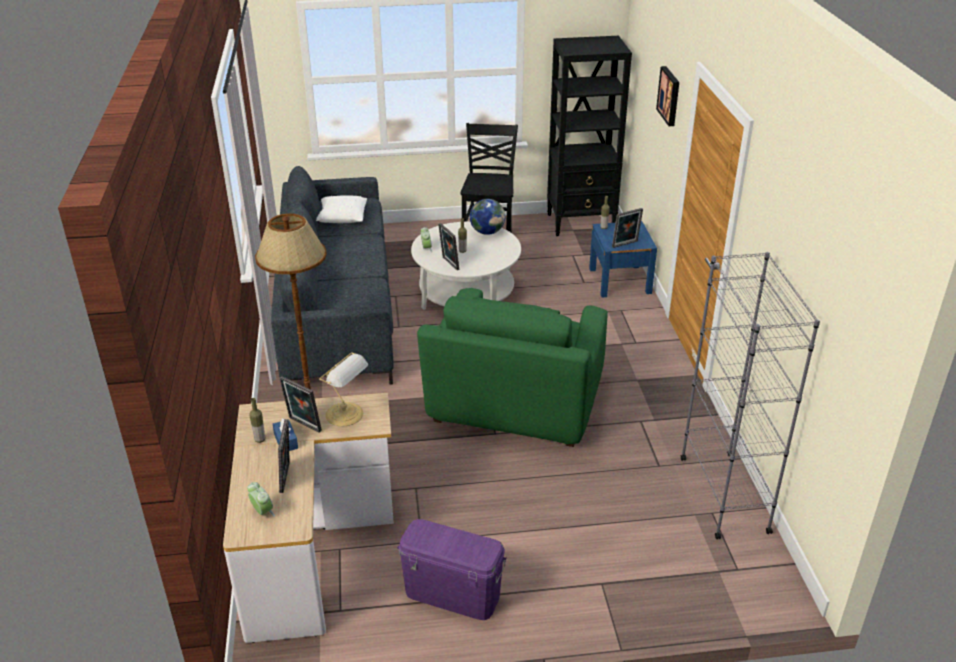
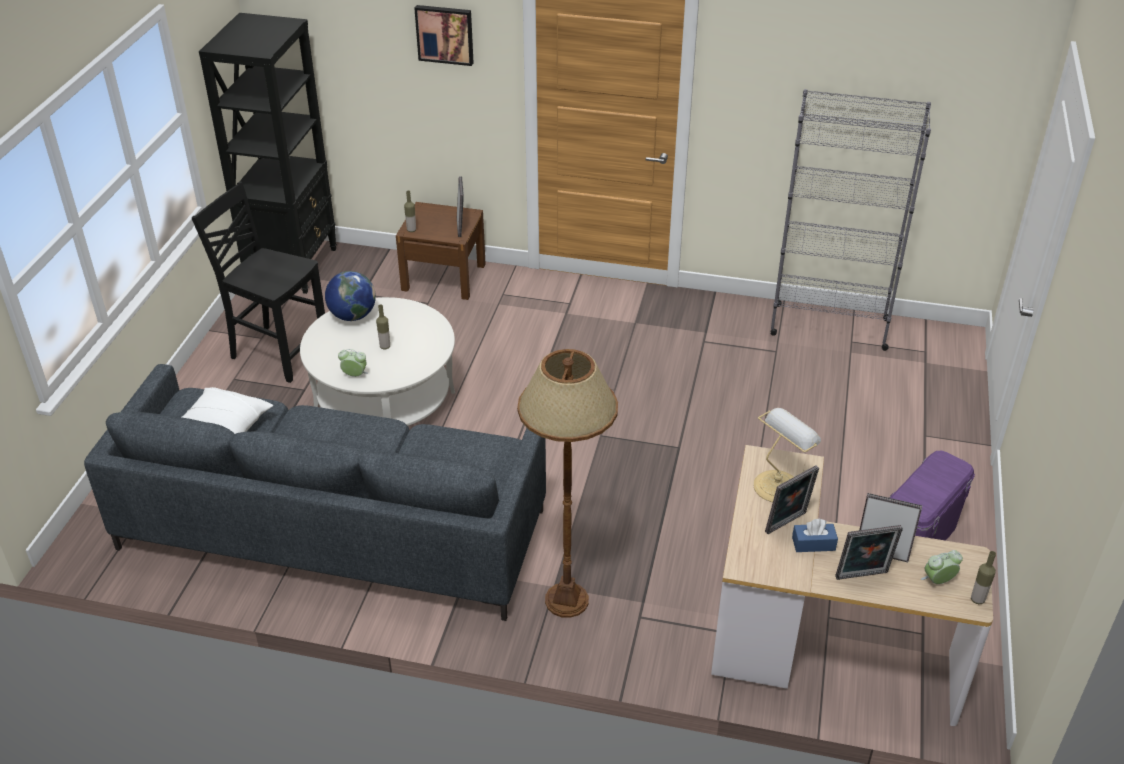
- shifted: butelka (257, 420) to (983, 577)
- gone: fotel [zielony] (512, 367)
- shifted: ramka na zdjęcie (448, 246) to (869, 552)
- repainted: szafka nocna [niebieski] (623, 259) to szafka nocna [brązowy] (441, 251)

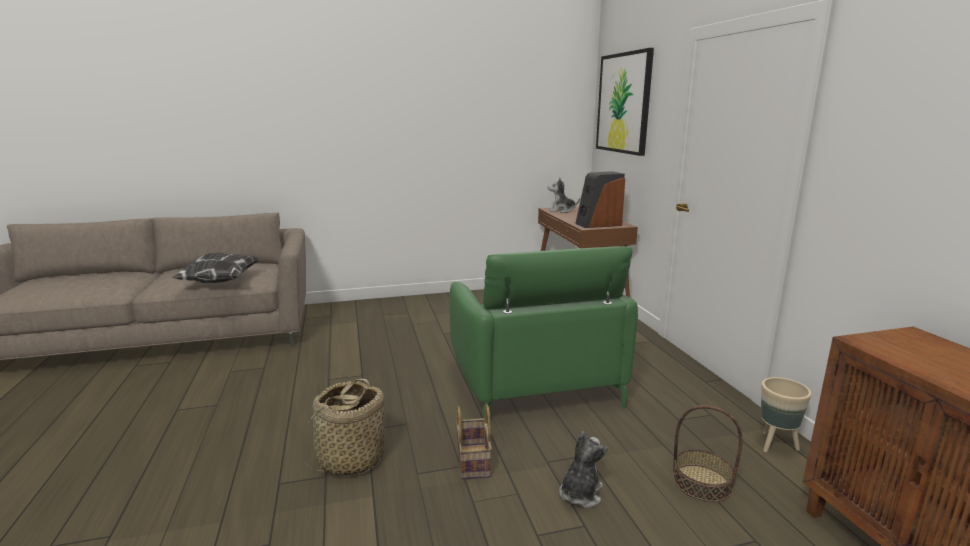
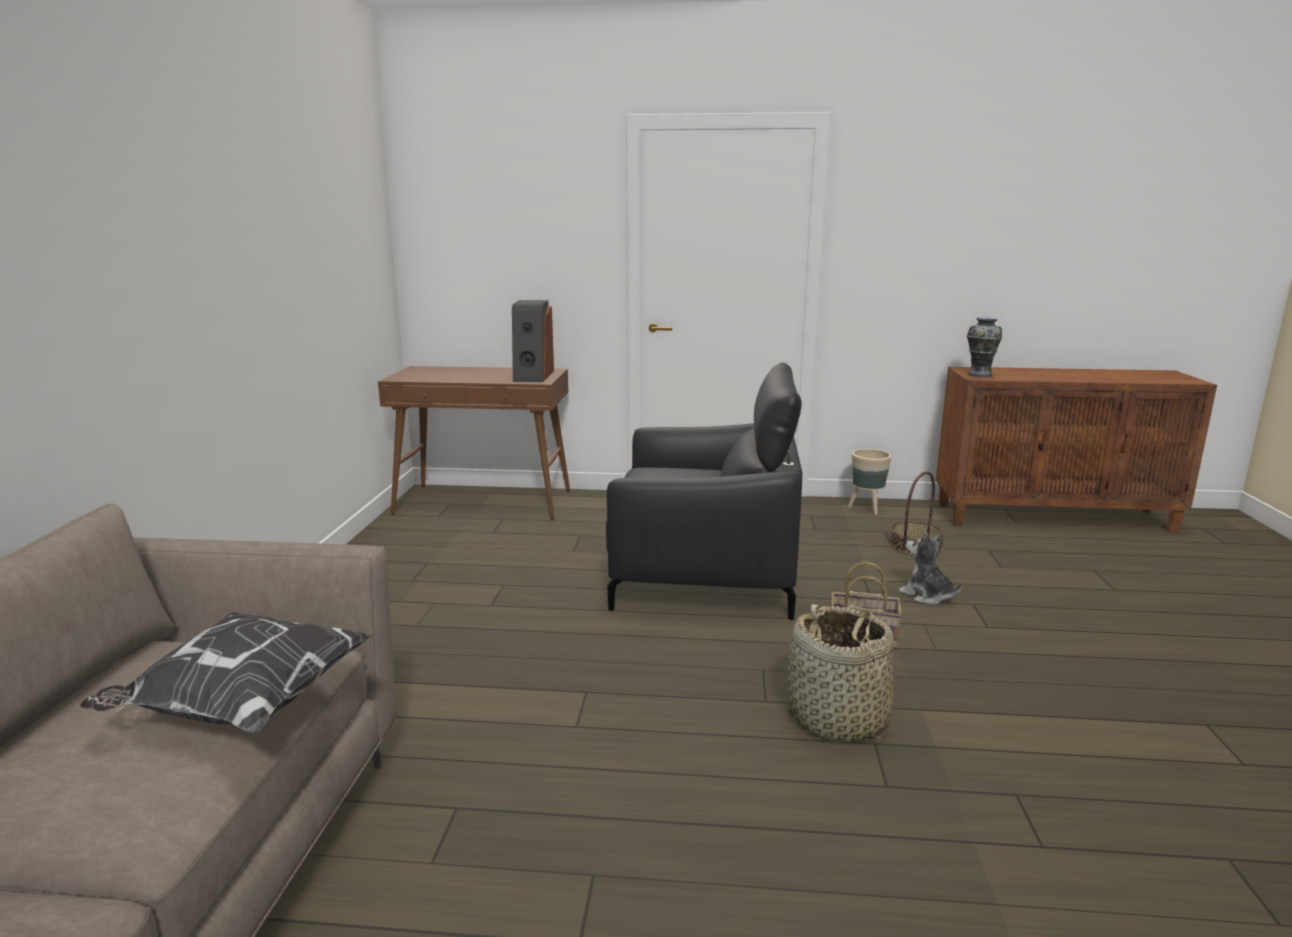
- repainted: fotel [zielony] (543, 334) to fotel [czarny] (704, 491)
- gone: pluszak (564, 195)
- gone: obraz (625, 102)
- new: wazon (984, 347)

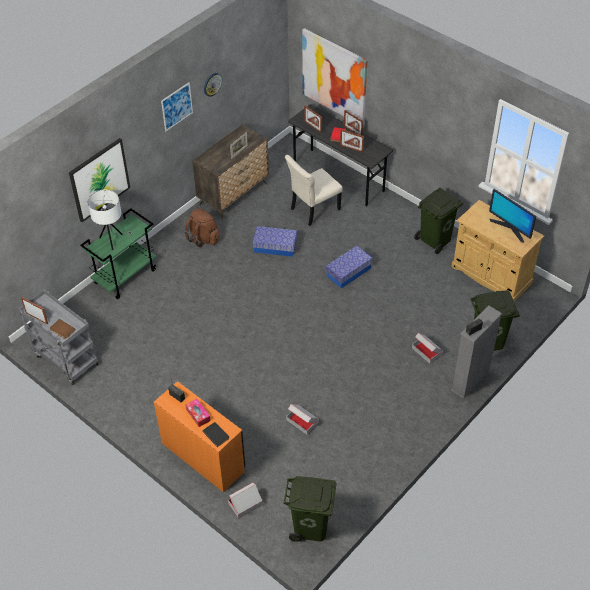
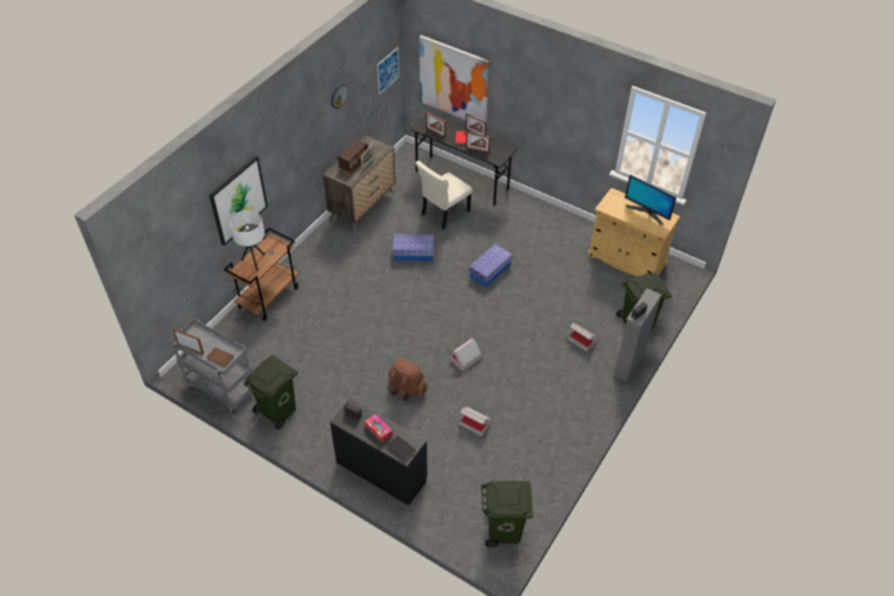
- repainted: wózek [zielony] (118, 253) to wózek [brązowy] (261, 274)
- repainted: biurko [pomarańczowy] (199, 436) to biurko [czarny] (378, 452)
- shifted: obraz (177, 106) to (388, 71)
- shifted: plecak [brązowy] (202, 227) to (407, 379)
- shifted: karton (245, 501) to (466, 355)
- shifted: kosz na śmieci [zielony] (438, 221) to (270, 392)
- new: radio (353, 155)

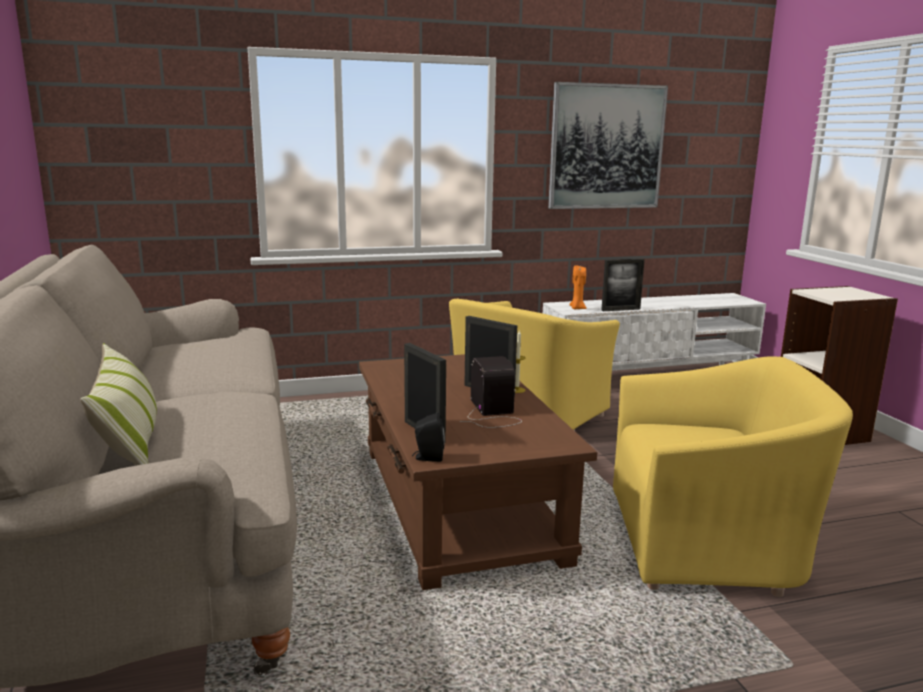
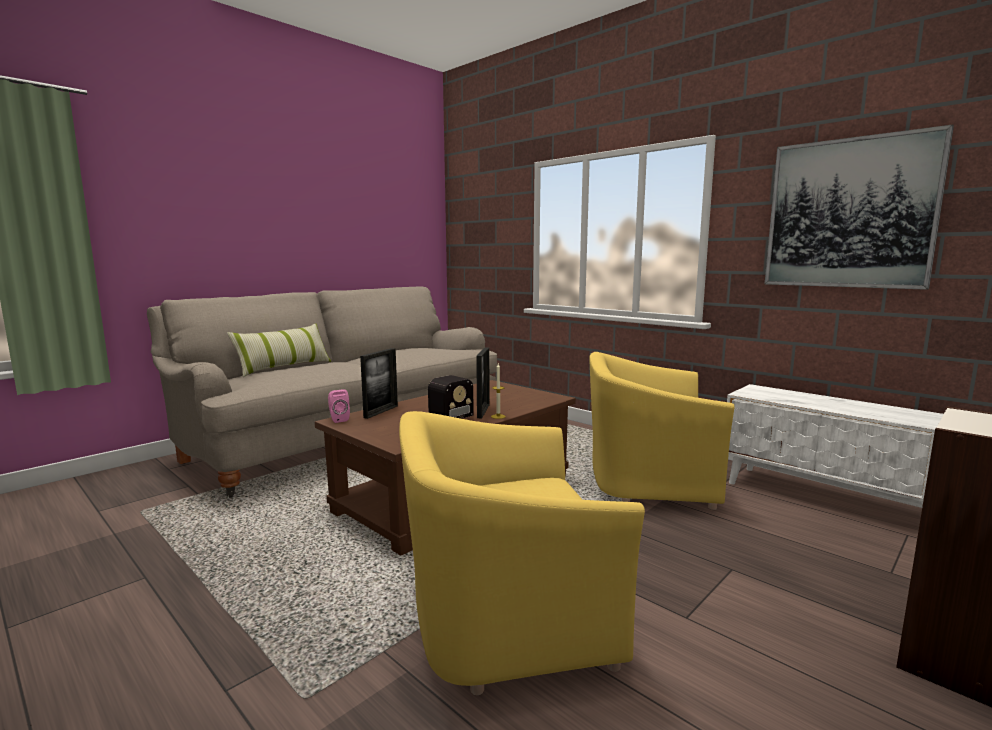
- repainted: głośnik [czarny] (428, 437) to głośnik [różowy] (339, 406)
- gone: świeca [pomarańczowy] (578, 287)
- gone: ramka na zdjęcie (623, 285)
- rotated: fotel [żółty] (733, 476) = (522, 553) 105 degrees clockwise

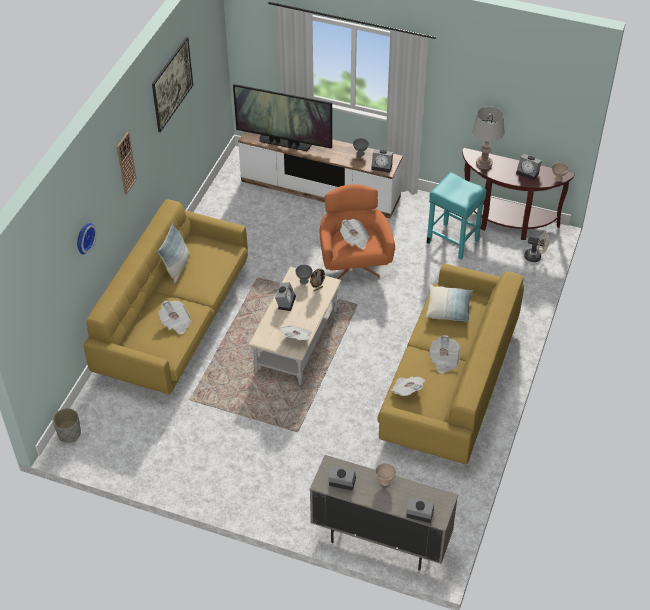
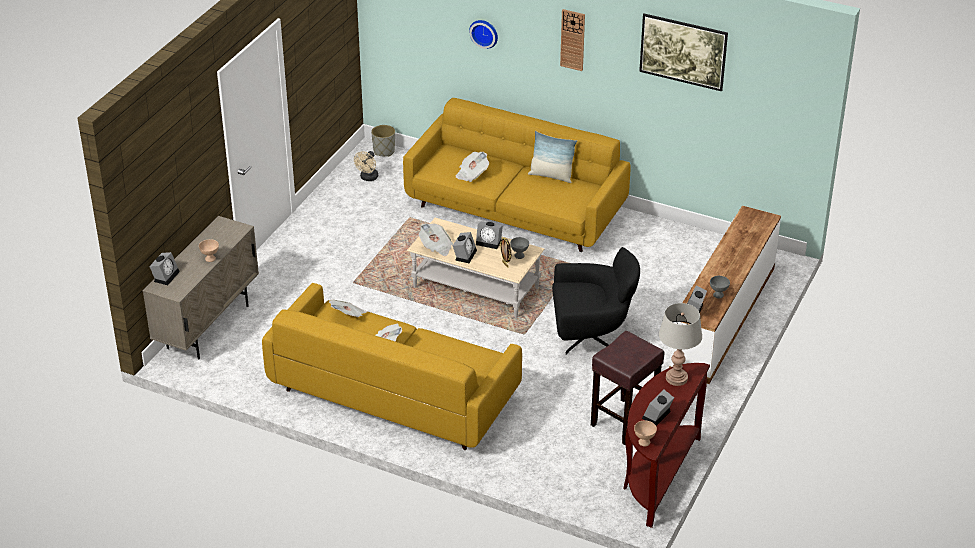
- gone: telewizor (282, 117)
- repainted: fotel [pomarańczowy] (357, 231) to fotel [czarny] (596, 300)
- shifted: budzik (342, 477) to (465, 247)
- gone: gazeta (355, 234)
- gone: poduszka (449, 303)
- repainted: stołek [turkusowy] (457, 216) to stołek [brązowy] (628, 388)
- shifted: wentylator [beżowy] (536, 247) to (366, 166)

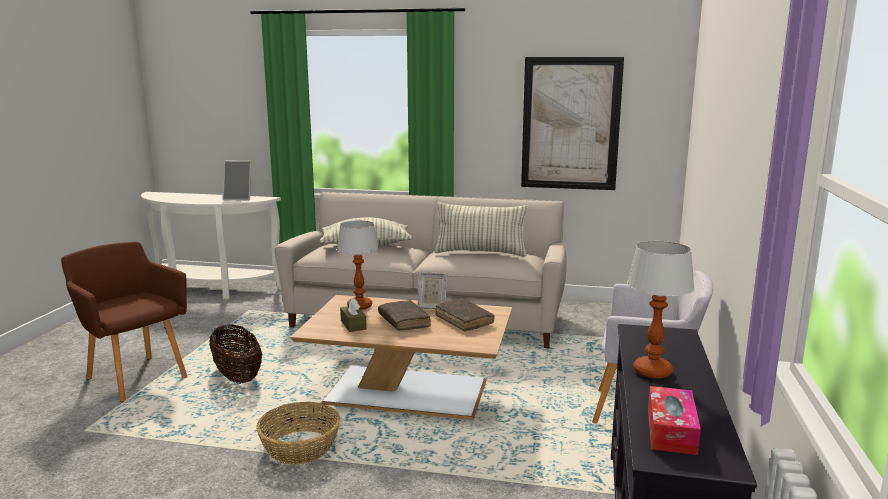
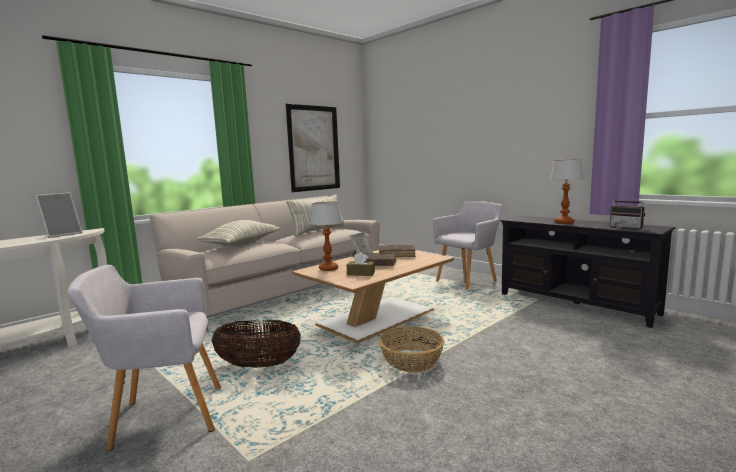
- repainted: fotel [brązowy] (124, 322) to fotel [szary] (144, 358)
- swapped: pudełko chusteczek (674, 420) to radio (627, 211)

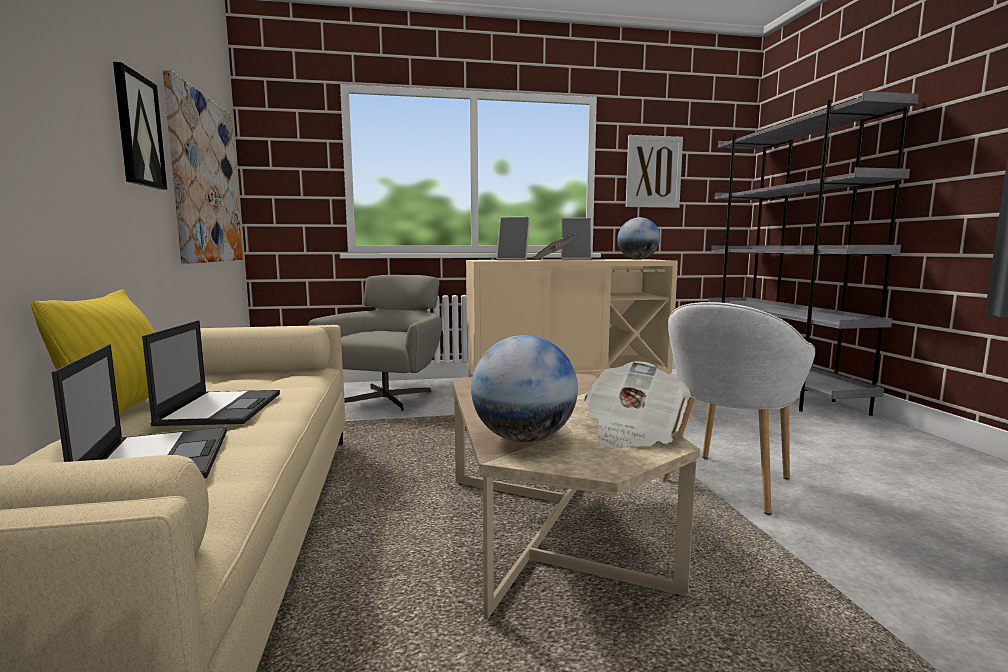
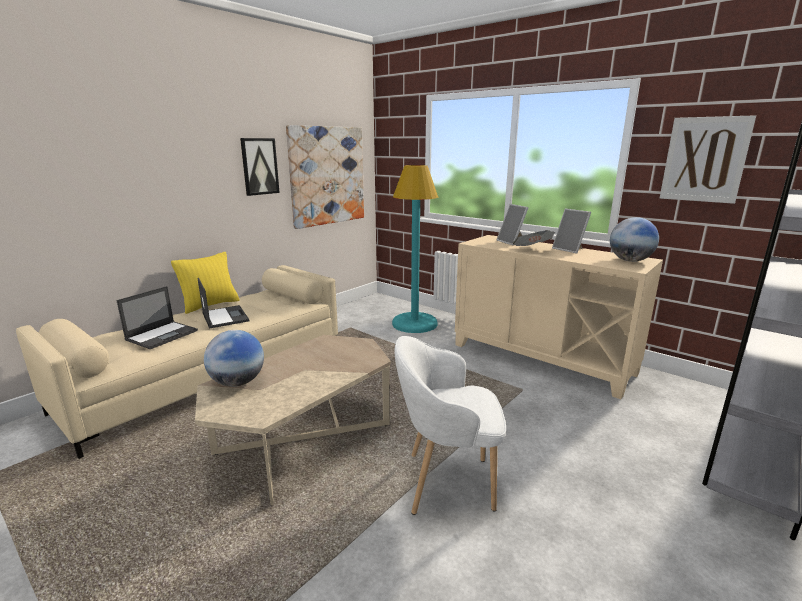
- rotated: laptop (211, 373) = (223, 303) 75 degrees counterclockwise
- swapped: fotel [szary] (375, 343) to lampa stojąca [turkusowy] (415, 249)
- gone: gazeta (637, 404)

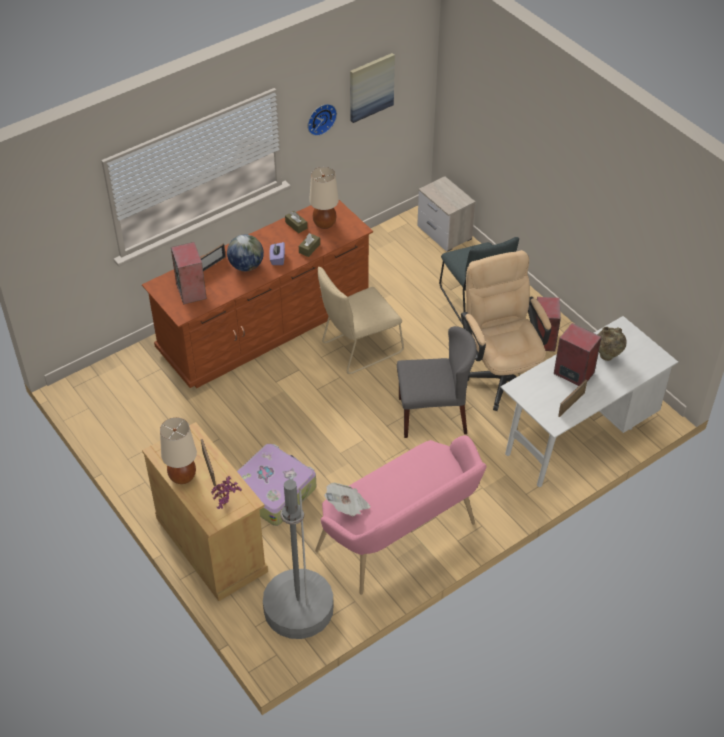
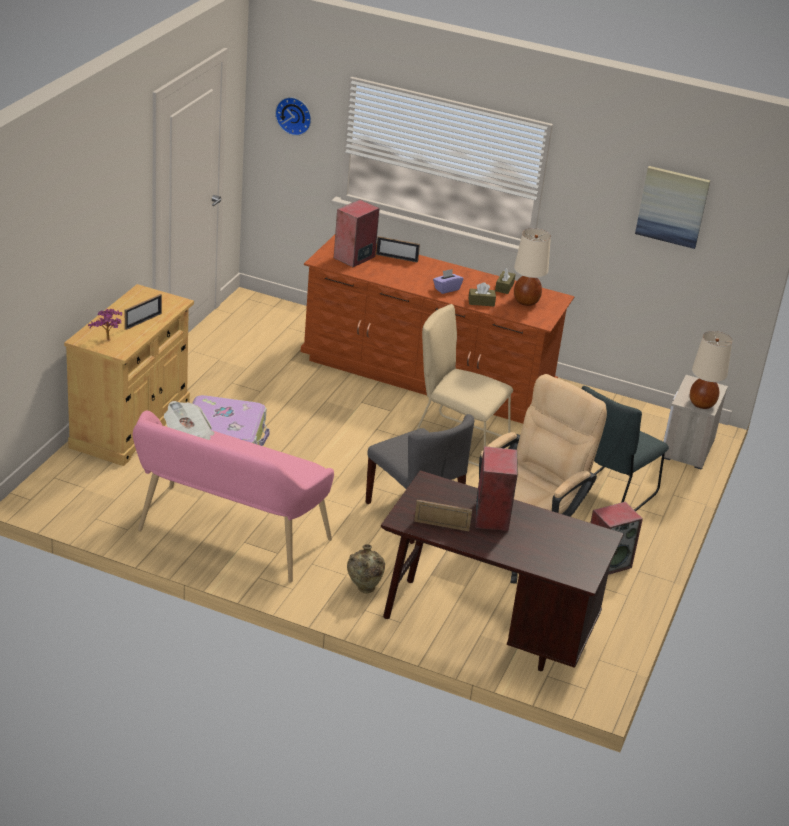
- shifted: lampa stołowa [beżowy] (178, 450) to (711, 370)
- gone: globus (245, 253)
- gone: lampa stojąca [szary] (298, 559)
- shifted: zegar ścienny (322, 120) to (293, 116)
- repainted: biurko [biały] (589, 401) to biurko [brązowy] (502, 570)
- shifted: wazon [beżowy] (612, 344) to (366, 568)

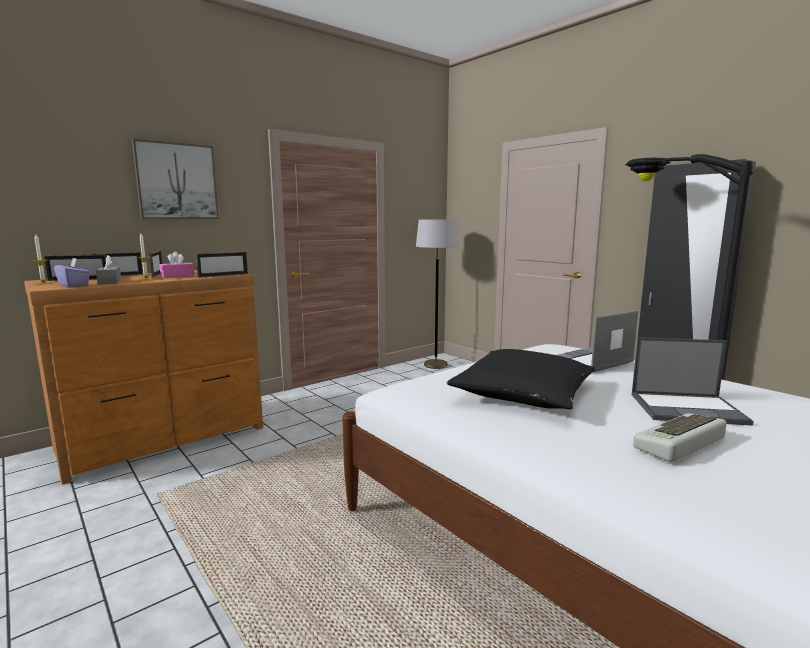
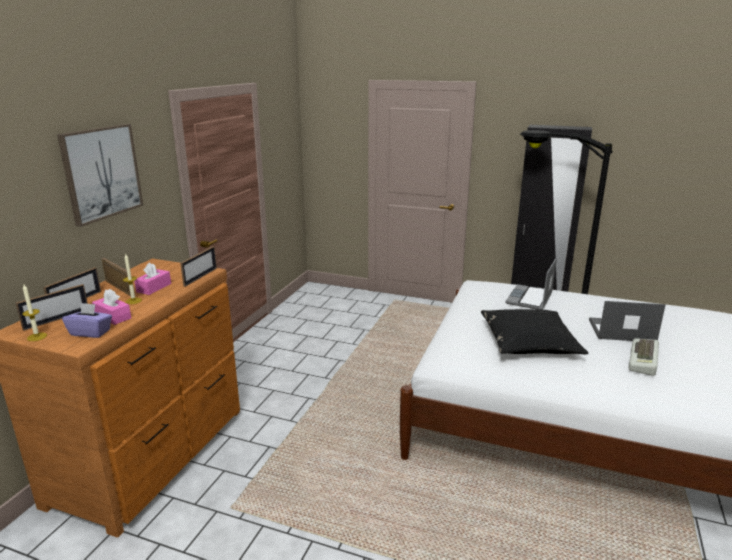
- repainted: pudełko chusteczek [szary] (108, 269) to pudełko chusteczek [różowy] (111, 307)
- gone: lampa stojąca [szary] (437, 294)
- rotated: laptop (693, 381) = (627, 321) 150 degrees counterclockwise

